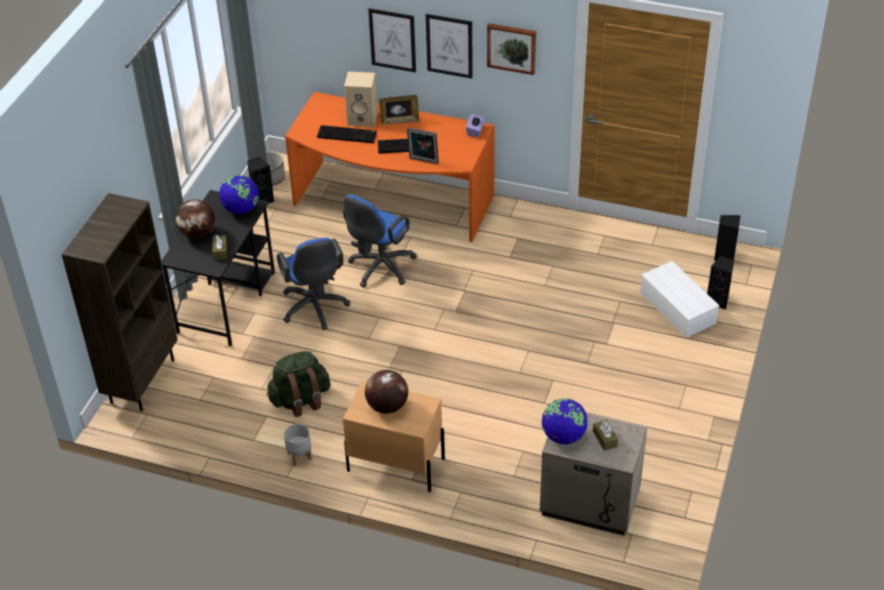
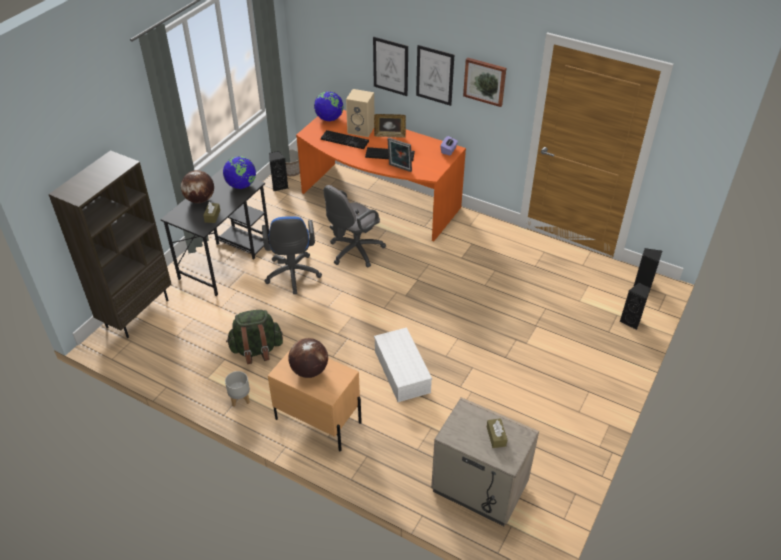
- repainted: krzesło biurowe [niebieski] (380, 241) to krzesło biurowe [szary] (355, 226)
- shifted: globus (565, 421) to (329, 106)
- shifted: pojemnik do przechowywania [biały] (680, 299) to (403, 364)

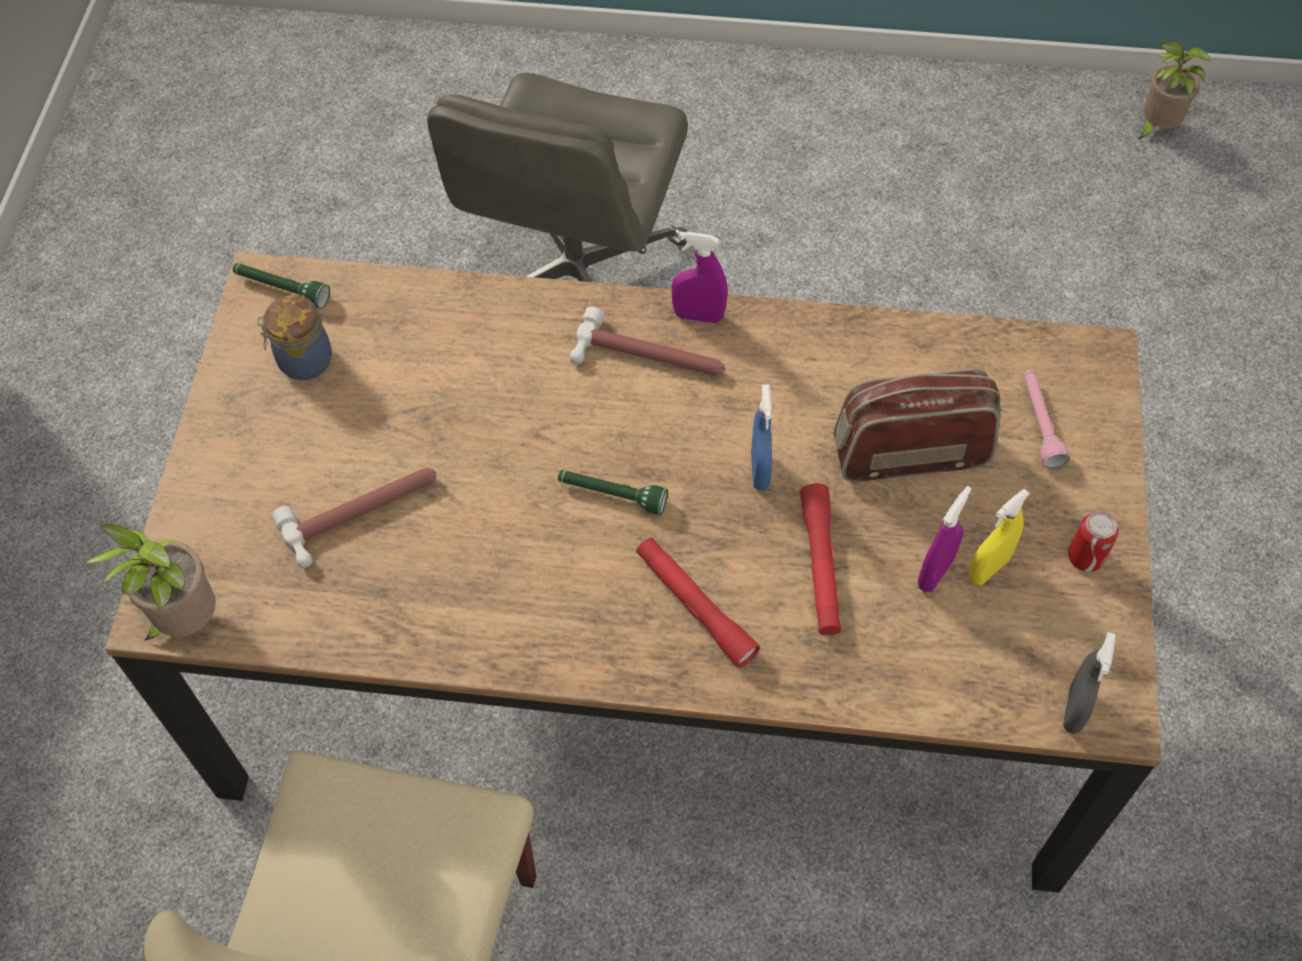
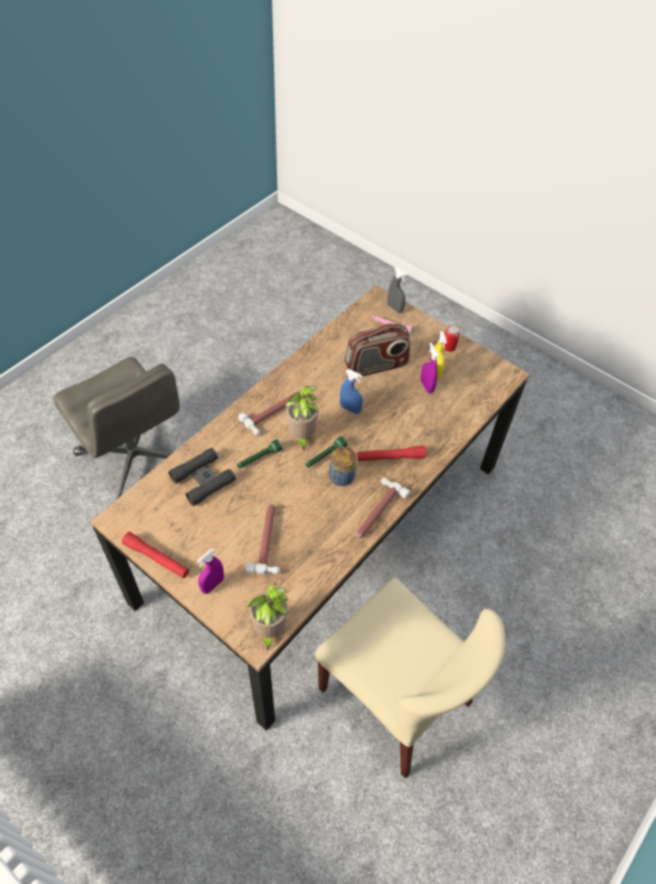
- shifted: latarka [zielony] (281, 286) to (260, 453)
- shifted: słoik (294, 337) to (342, 466)
- shifted: spryskiwacz [fioletowy] (699, 277) to (210, 571)
- shifted: latarka [czerwony] (820, 559) to (155, 555)
- rotated: radio (917, 425) = (377, 350) 135 degrees counterclockwise
- shifted: spryskiwacz [szary] (1089, 683) to (397, 290)
- shifted: roślina doniczkowa (1174, 91) to (302, 418)
- new: lornetka [czarny] (202, 477)
- new: młotek (383, 508)

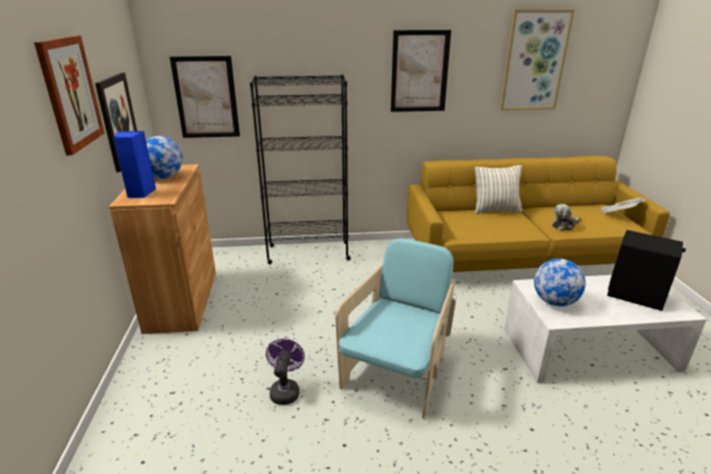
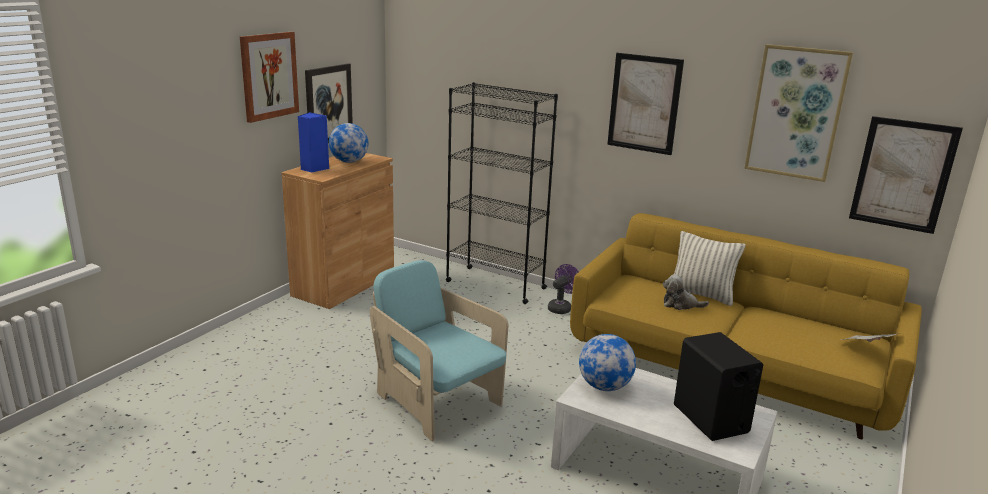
- shifted: obraz (205, 97) to (906, 175)
- shifted: wentylator [fioletowy] (285, 372) to (563, 289)
- rotated: fotel [turkusowy] (395, 328) = (439, 350) 105 degrees counterclockwise
- shifted: pluszak (566, 217) to (686, 292)

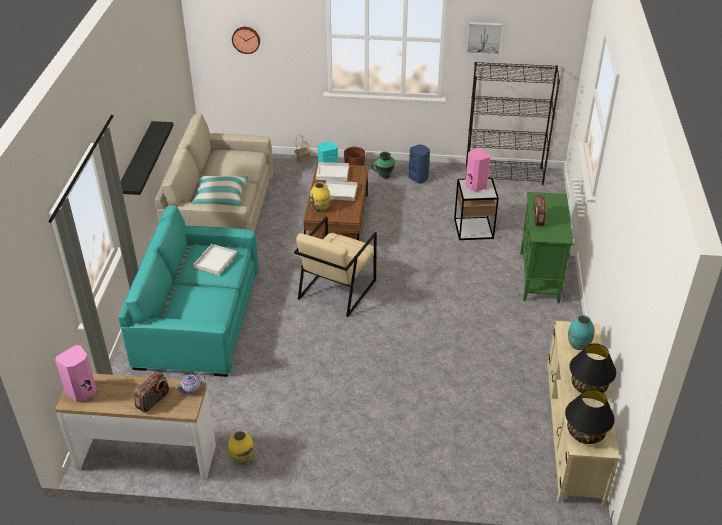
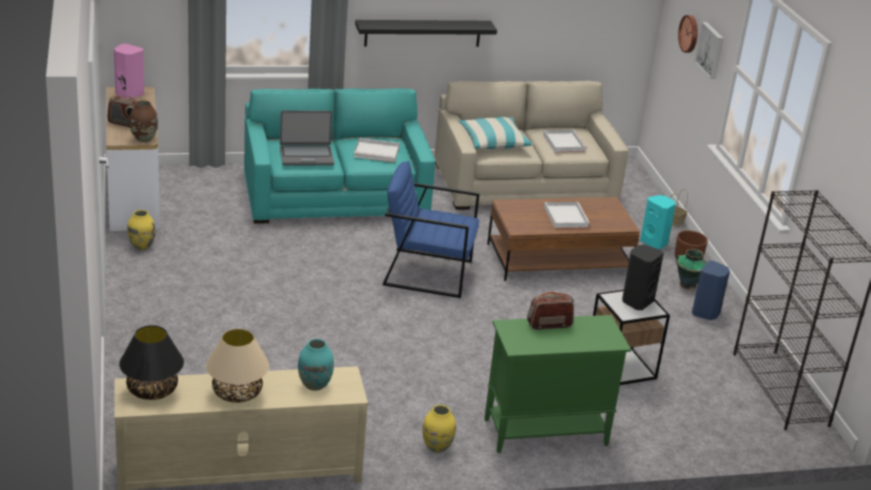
- swapped: imbryk (190, 384) to wazon [brązowy] (144, 121)
- repainted: fotel [beżowy] (335, 267) to fotel [niebieski] (431, 229)
- shifted: wazon [żółty] (320, 197) to (439, 429)
- shifted: taca [biały] (332, 171) to (565, 140)
- repainted: głośnik [różowy] (478, 169) to głośnik [czarny] (643, 277)
- shifted: obraz (484, 38) to (709, 50)
- repainted: lampa stołowa [czarny] (592, 368) to lampa stołowa [beżowy] (237, 366)
- new: laptop (307, 138)

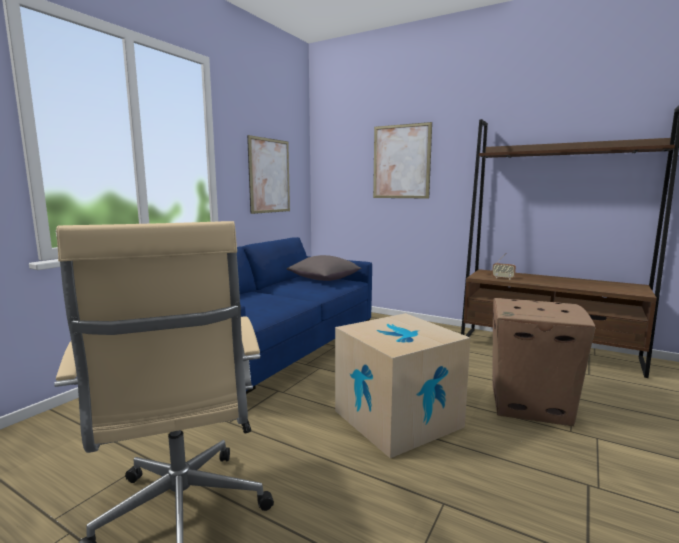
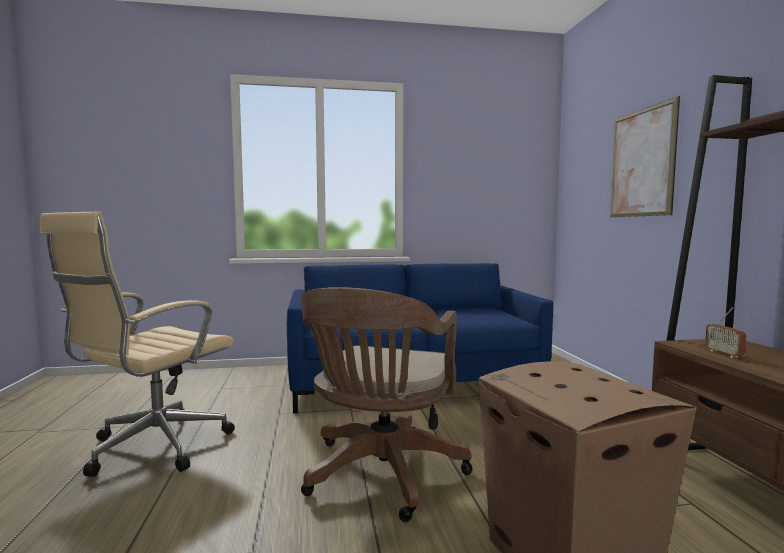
- gone: obraz (268, 174)
- gone: poduszka [szary] (324, 268)
- swapped: karton (402, 385) to krzesło biurowe [brązowy] (387, 404)

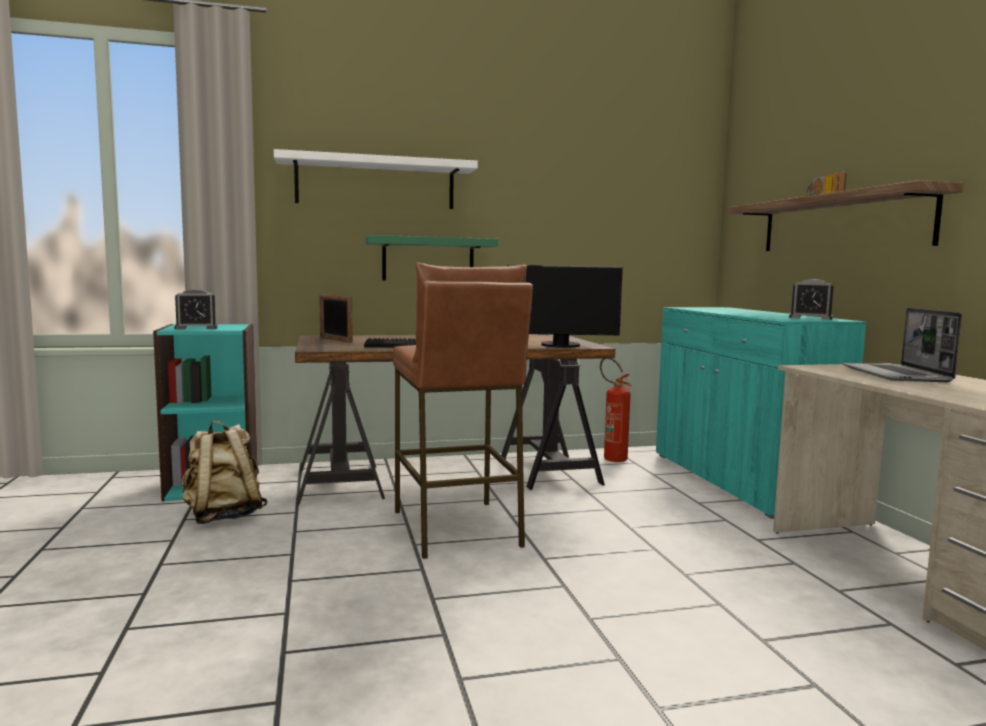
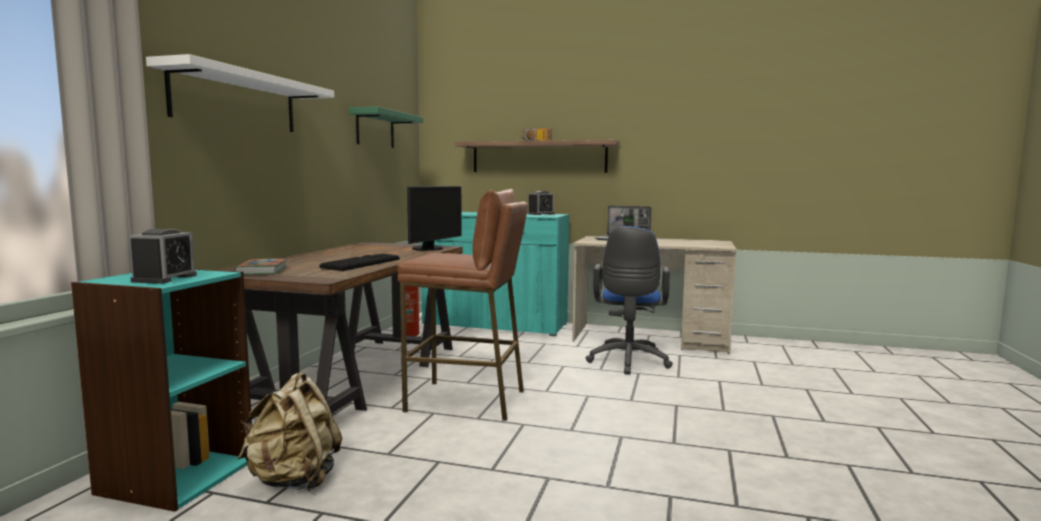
- swapped: ramka na zdjęcie (336, 318) to książka (260, 267)
- shifted: półka [zielony] (432, 258) to (386, 127)
- new: krzesło biurowe [niebieski] (629, 300)

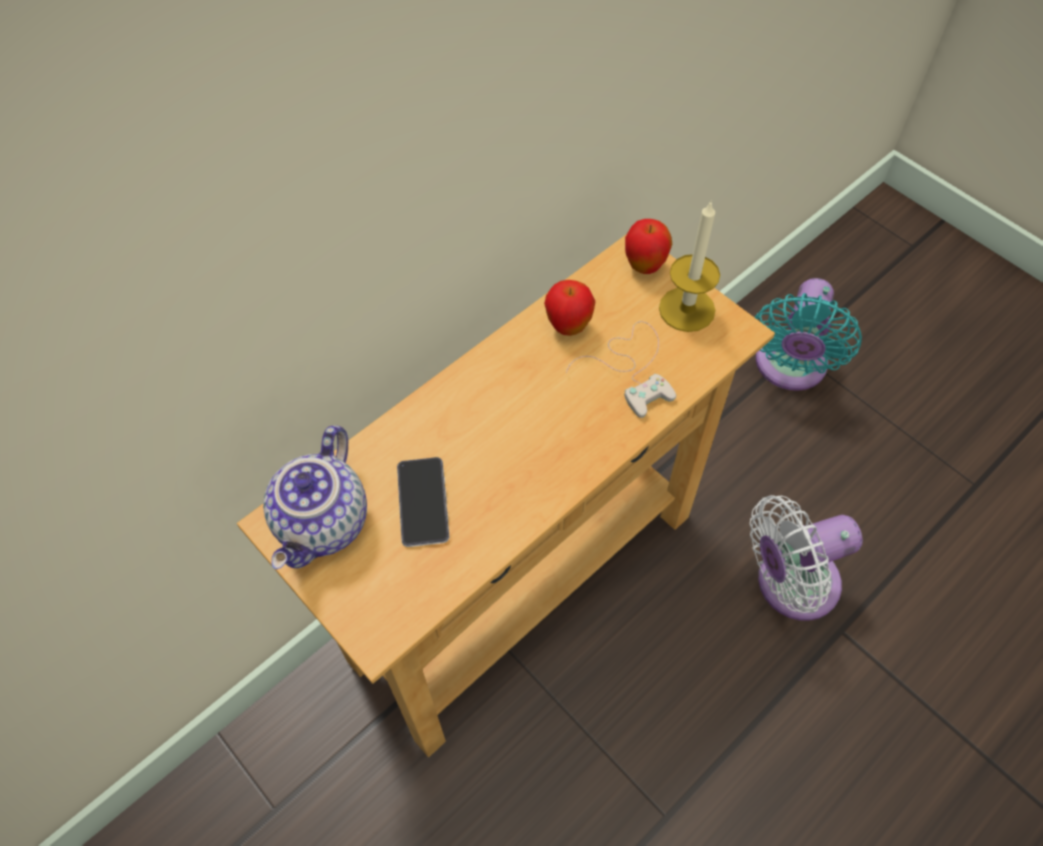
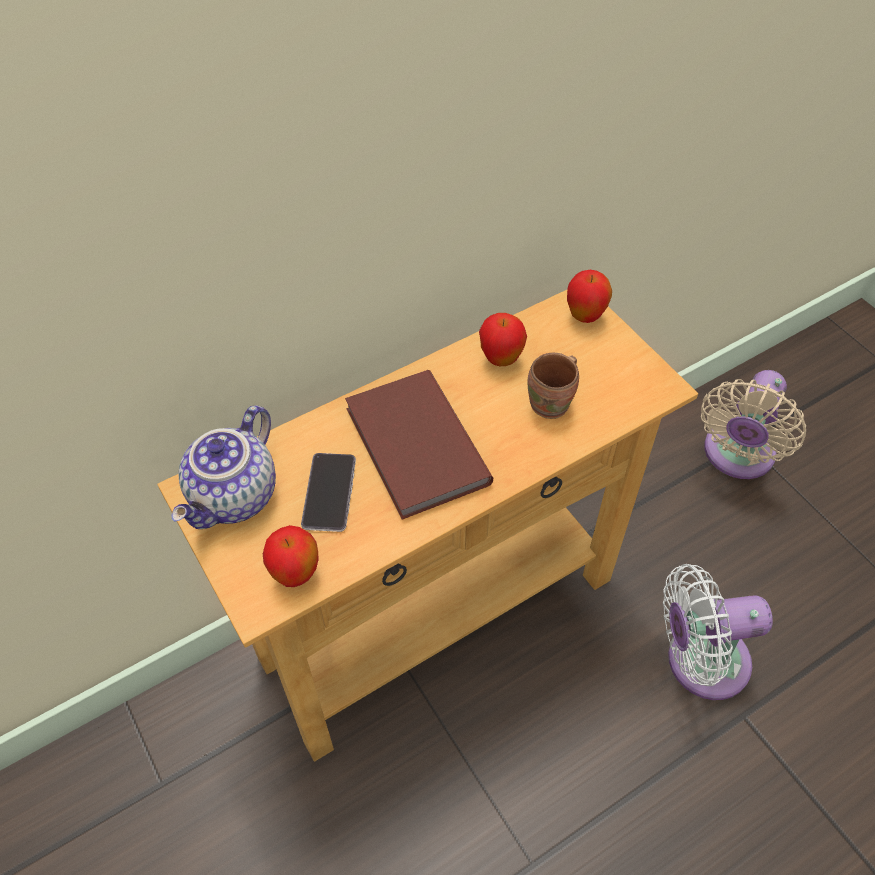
- swapped: pad do gier [biały] (621, 369) to kubek [brązowy] (553, 386)
- gone: świeca (689, 266)
- repainted: wentylator [turkusowy] (808, 334) to wentylator [beżowy] (753, 424)
- new: jabłko (291, 556)
- new: książka [brązowy] (419, 445)

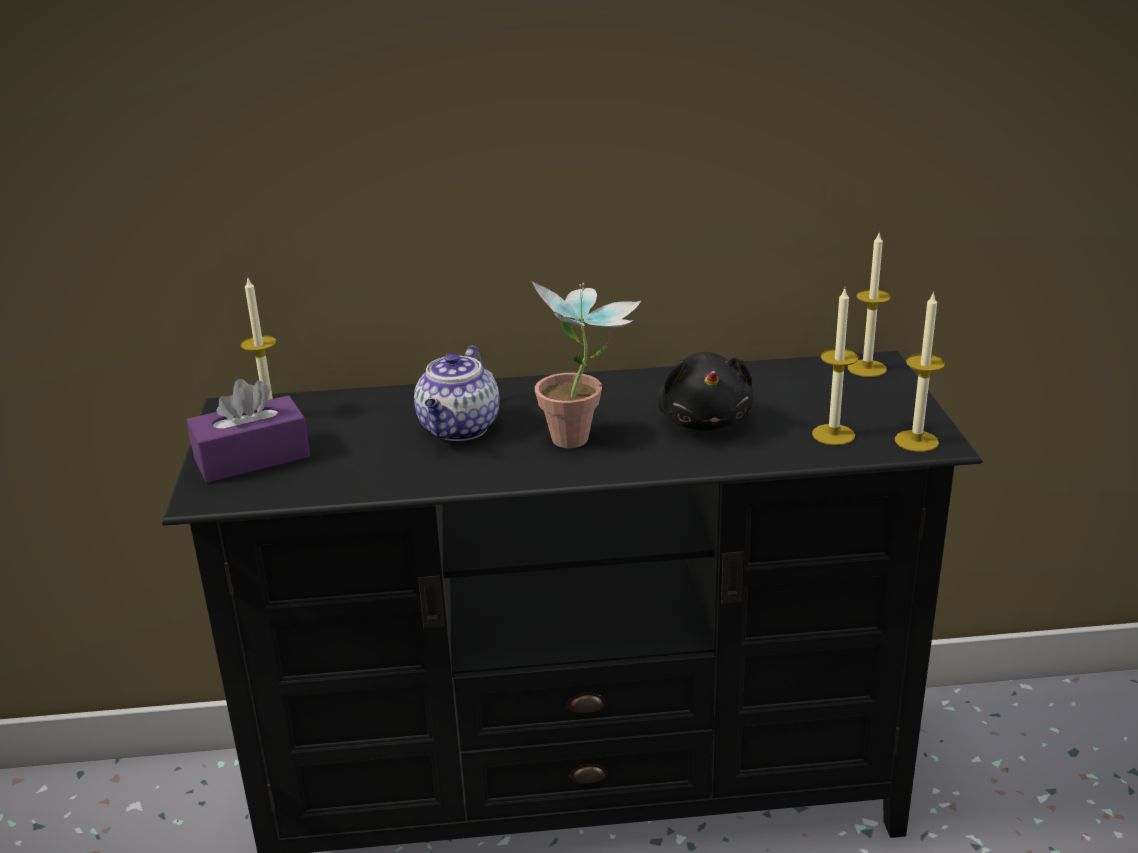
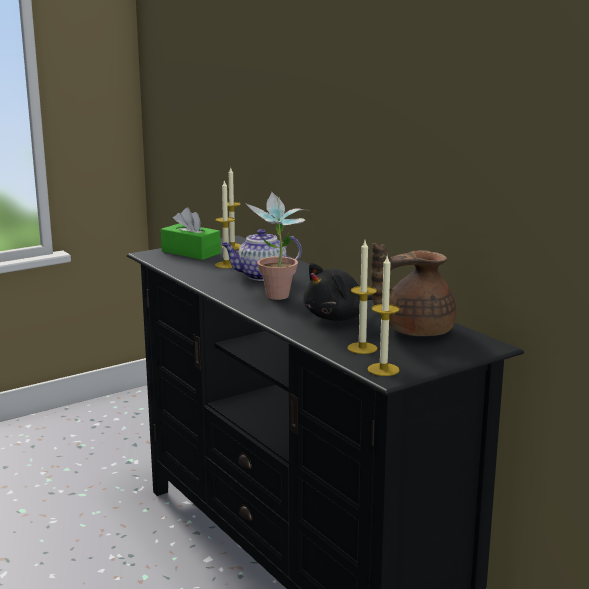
- repainted: pudełko chusteczek [fioletowy] (248, 431) to pudełko chusteczek [zielony] (191, 234)
- shifted: świeca (869, 305) to (225, 224)
- new: imbryk [brązowy] (413, 289)

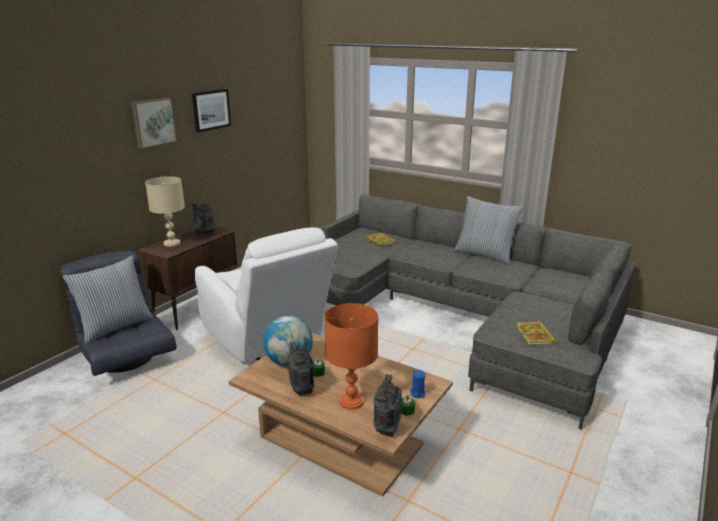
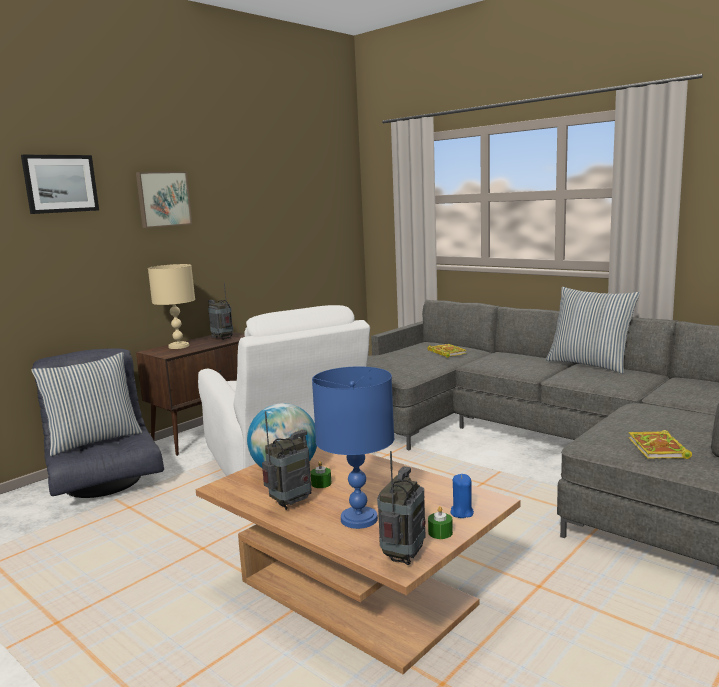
- shifted: obraz (211, 110) to (60, 184)
- rotated: radio (301, 366) = (286, 460) 60 degrees clockwise
- repainted: lampa stołowa [pomarańczowy] (351, 356) to lampa stołowa [niebieski] (353, 448)

